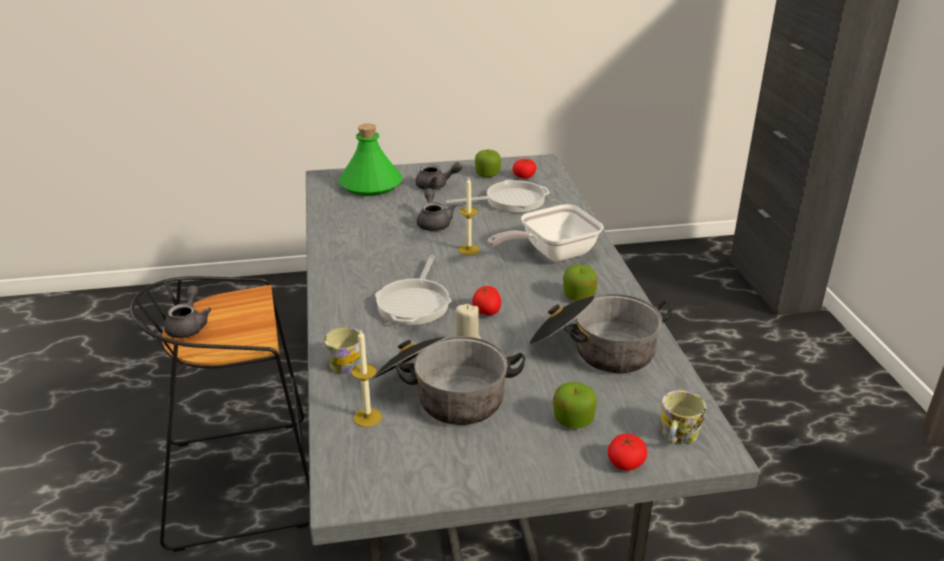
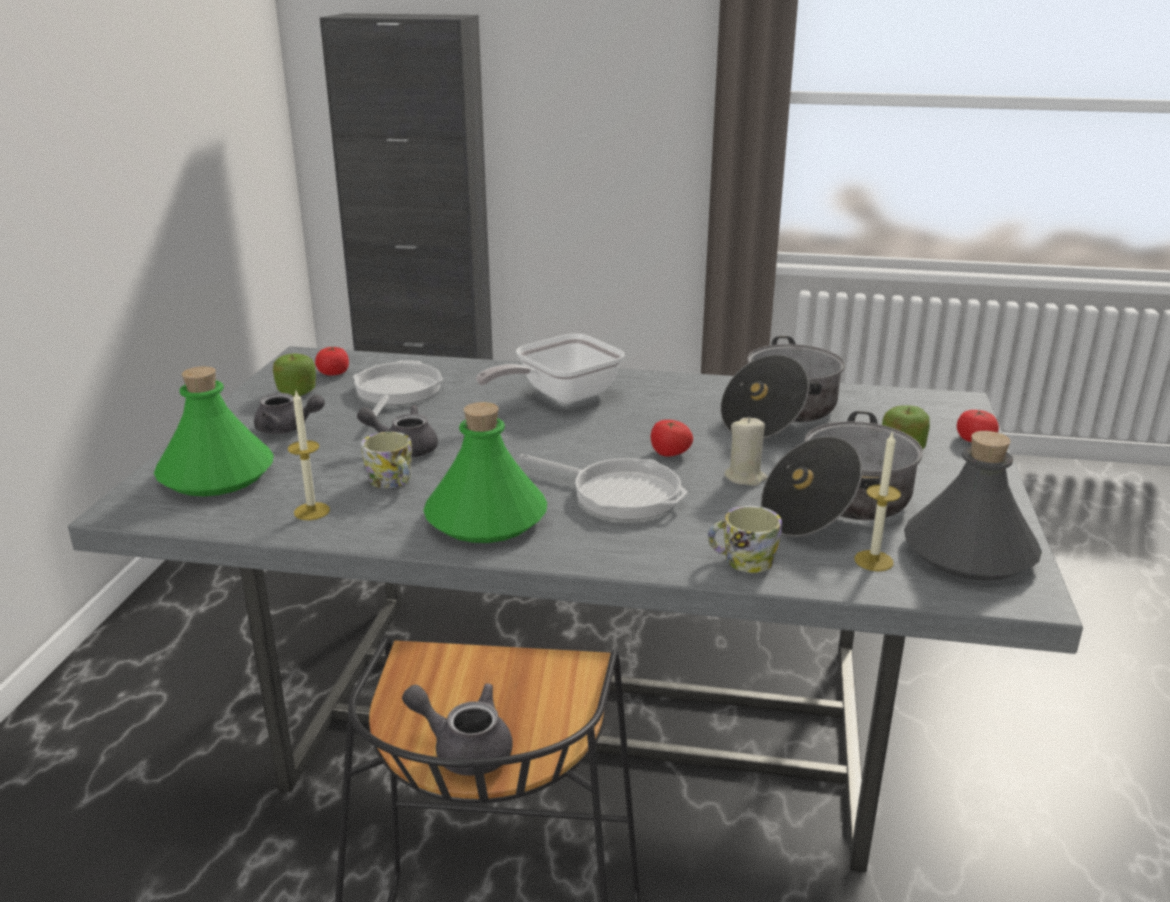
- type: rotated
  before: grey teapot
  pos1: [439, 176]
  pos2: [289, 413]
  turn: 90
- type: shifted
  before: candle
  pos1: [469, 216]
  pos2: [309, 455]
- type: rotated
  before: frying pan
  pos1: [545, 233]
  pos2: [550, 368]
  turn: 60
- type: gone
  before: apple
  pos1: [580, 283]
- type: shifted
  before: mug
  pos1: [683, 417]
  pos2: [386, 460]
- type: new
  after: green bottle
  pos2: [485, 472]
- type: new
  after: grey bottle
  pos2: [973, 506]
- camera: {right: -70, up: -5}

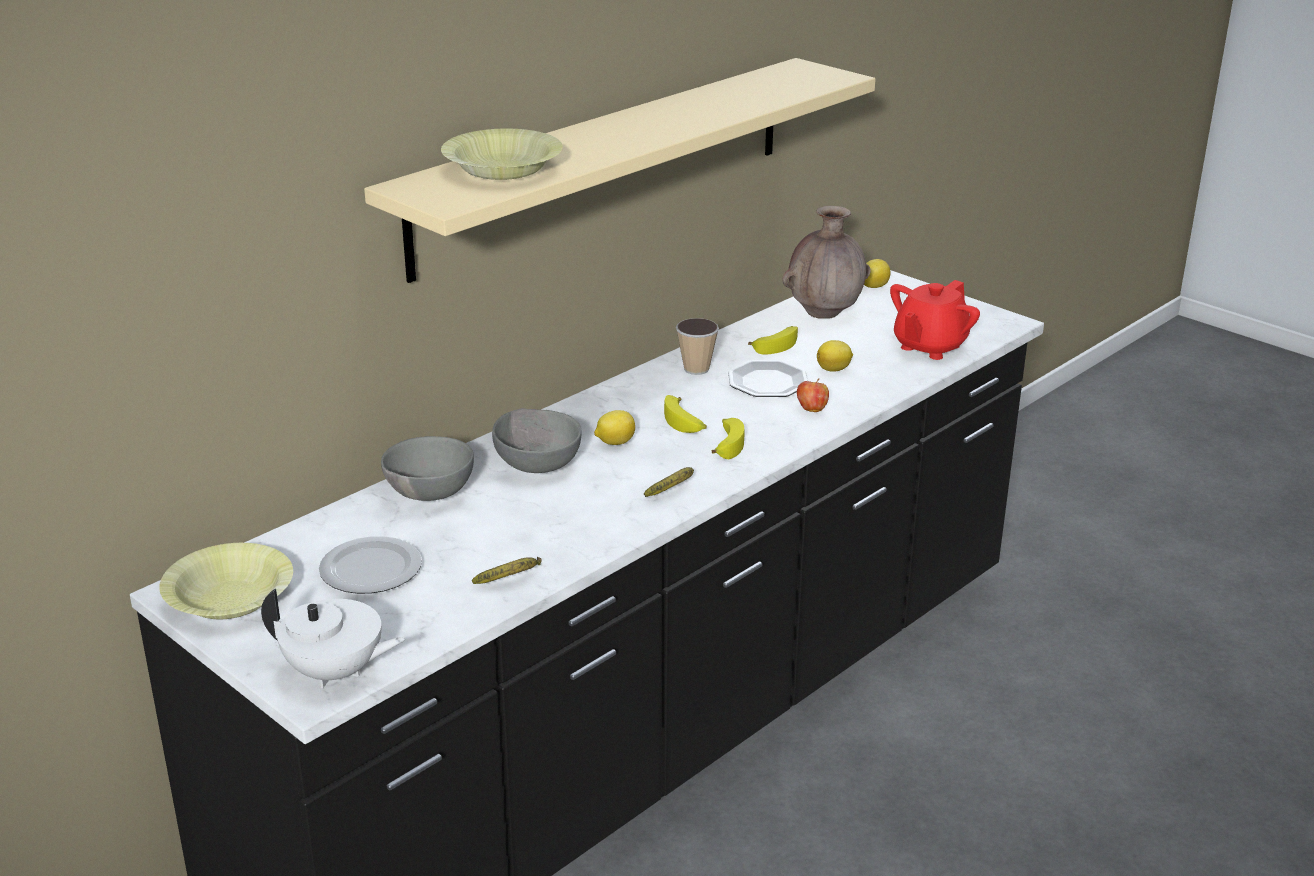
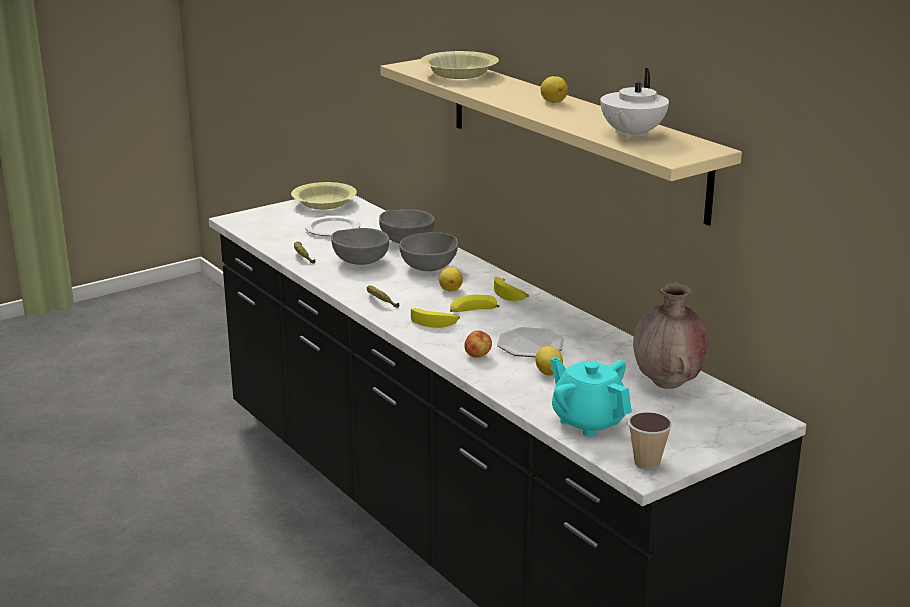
- type: shifted
  before: lemon
  pos1: [877, 273]
  pos2: [554, 89]
- type: repainted
  before: red teapot
  after: turquoise teapot
  pos1: [935, 320]
  pos2: [591, 397]
- type: shifted
  before: cup
  pos1: [697, 346]
  pos2: [650, 441]
- type: shifted
  before: banana
  pos1: [773, 340]
  pos2: [511, 289]
- type: shifted
  before: white teapot
  pos1: [333, 638]
  pos2: [634, 104]
- type: new
  after: grey bowl
  pos2: [360, 246]
- camera: {right: 100, up: -5}

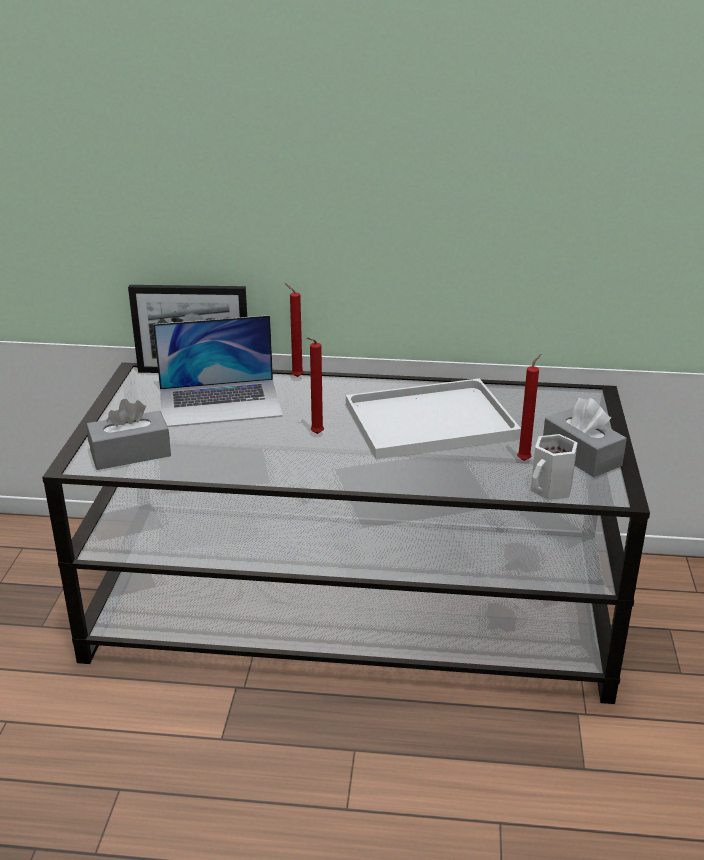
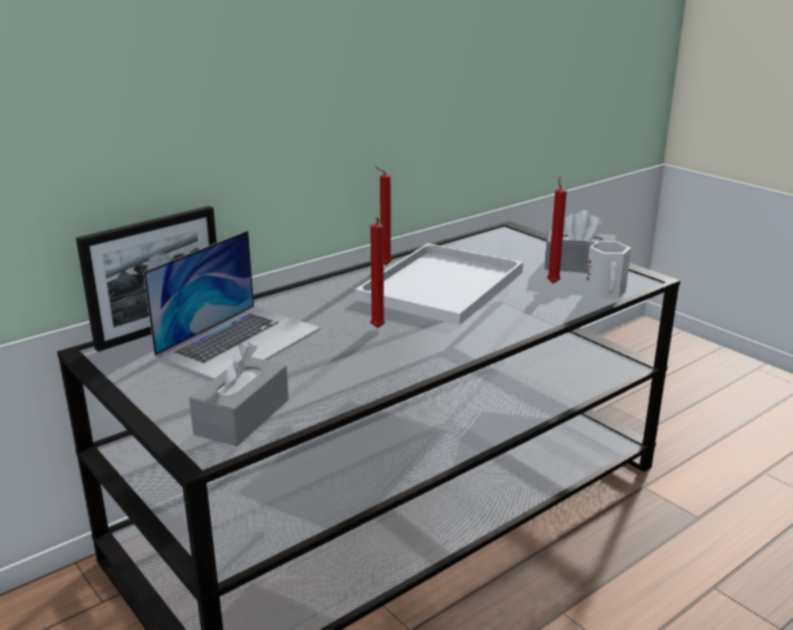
- type: shifted
  before: red candle
  pos1: [294, 330]
  pos2: [383, 216]
- camera: {right: -45, up: -5}

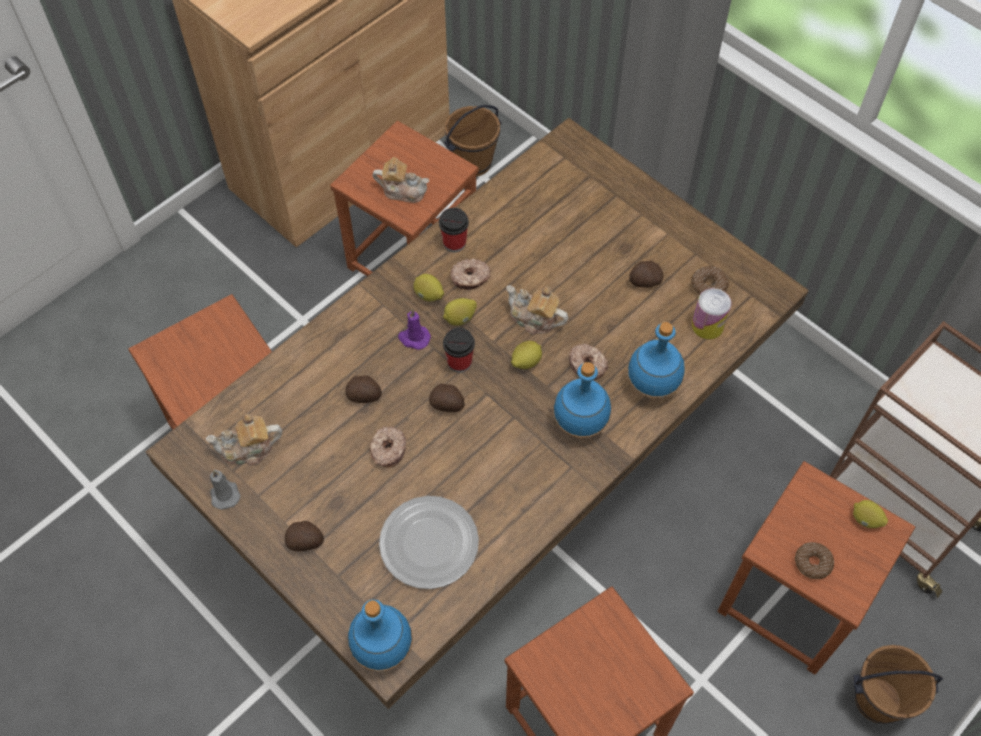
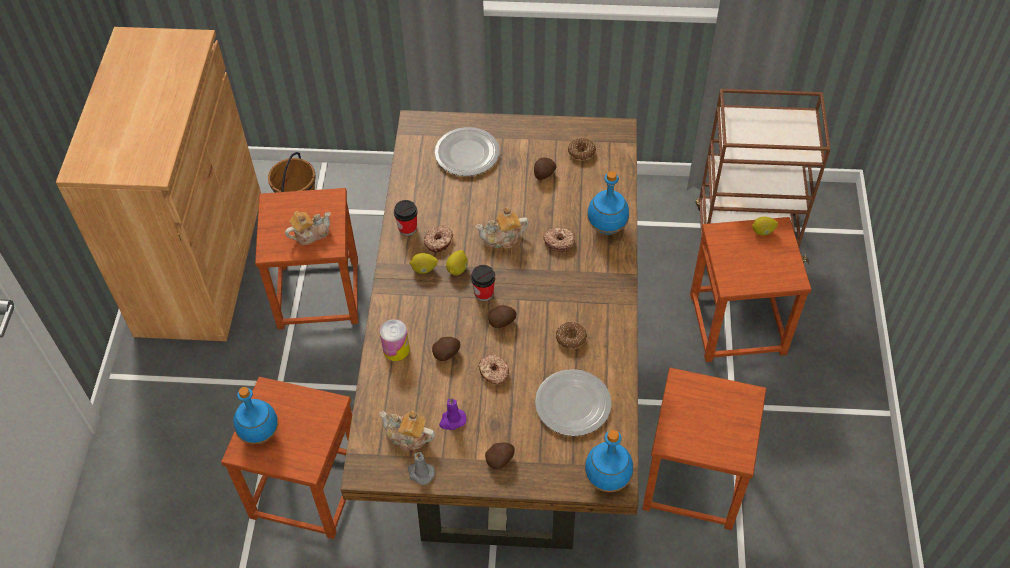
- type: shifted
  before: can
  pos1: [711, 313]
  pos2: [395, 340]
- type: shifted
  before: purple candle
  pos1: [414, 329]
  pos2: [453, 413]
- type: gone
  before: lemon
  pos1: [526, 355]
- type: shifted
  before: blue bottle
  pos1: [582, 400]
  pos2: [256, 415]
- type: rotated
  before: teapot
  pos1: [244, 439]
  pos2: [407, 431]
  turn: 75
- type: shifted
  before: donut
  pos1: [814, 560]
  pos2: [571, 336]
- type: gone
  before: brown bucket
  pos1: [898, 684]
- type: new
  after: plate
  pos2: [467, 151]
- camera: {right: -40, up: -5}

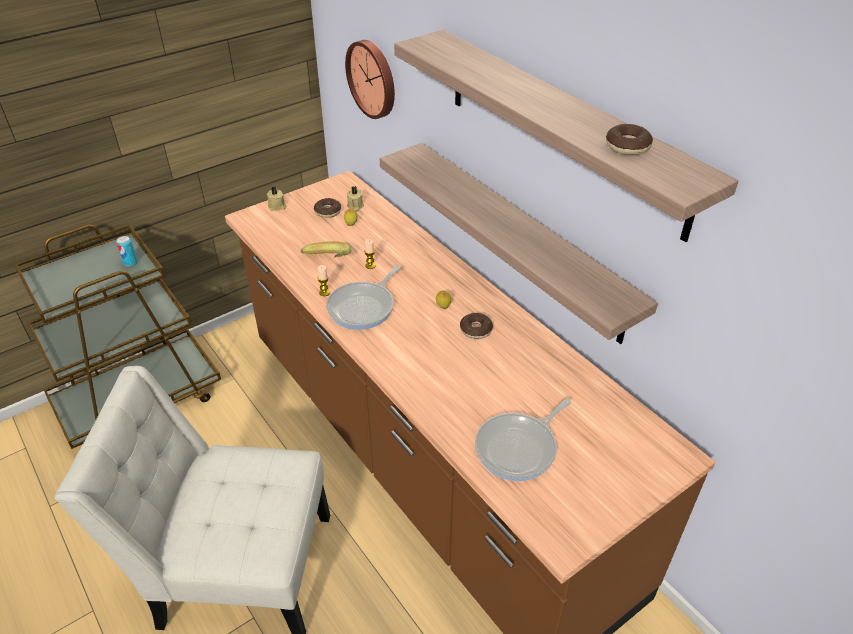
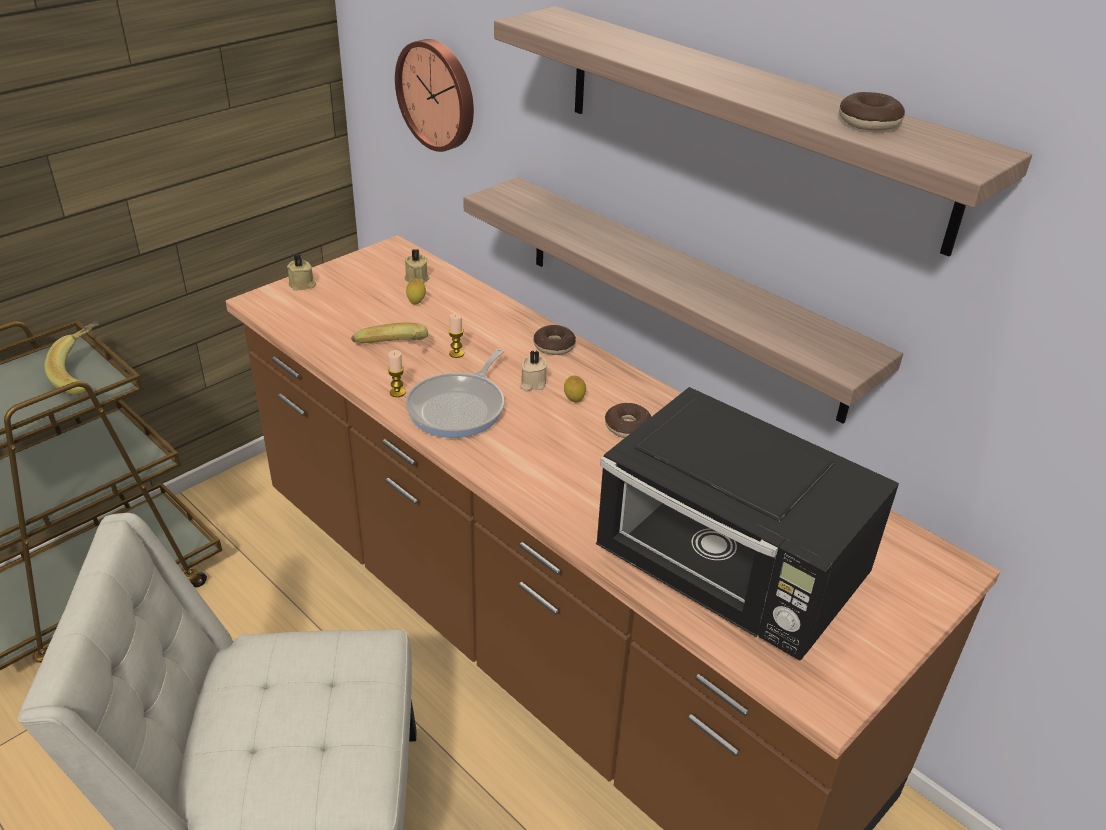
- type: shifted
  before: donut
  pos1: [327, 208]
  pos2: [555, 340]
- type: swapped
  before: can
  after: banana
  pos1: [127, 251]
  pos2: [72, 358]
- type: swapped
  before: frying pan
  after: black microwave
  pos1: [523, 440]
  pos2: [747, 524]
- type: new
  after: beige candle
  pos2: [534, 371]
- camera: {right: -10, up: -5}

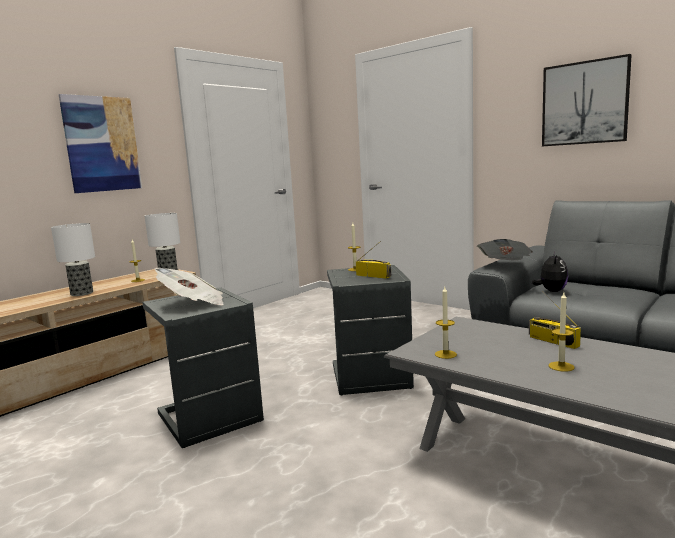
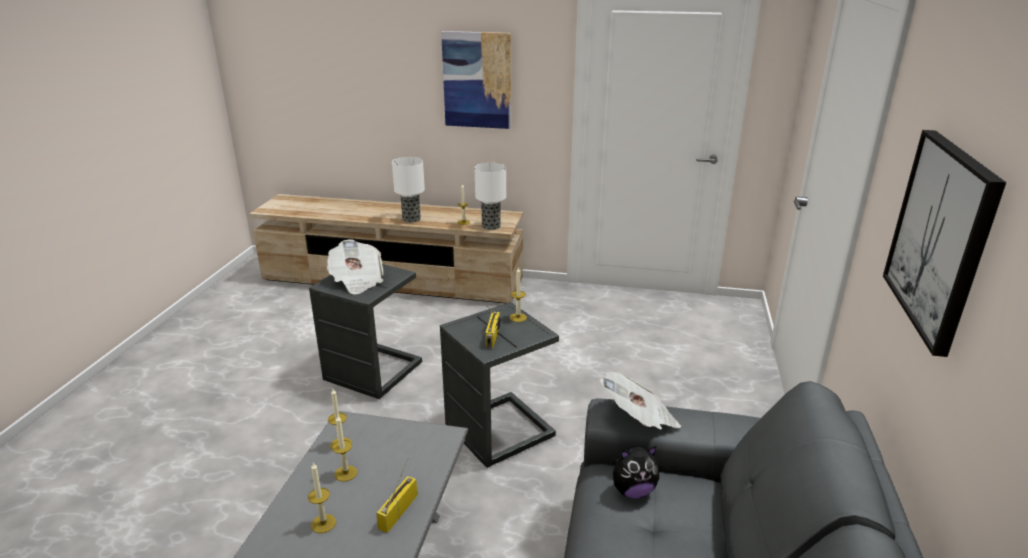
- type: new
  after: candle
  pos2: [344, 449]
- camera: {right: 60, up: 15}

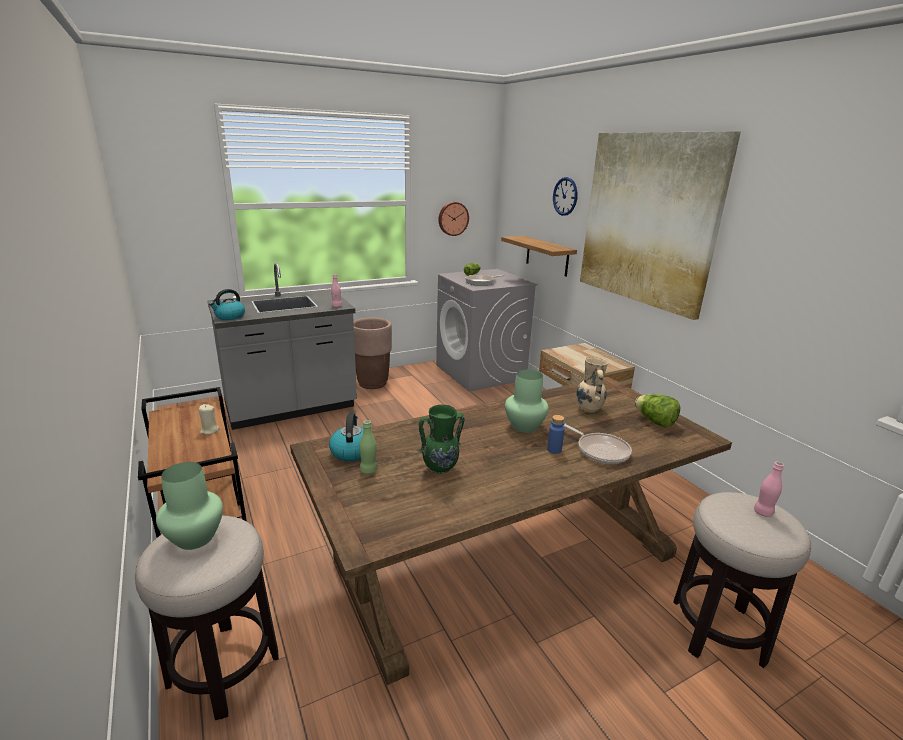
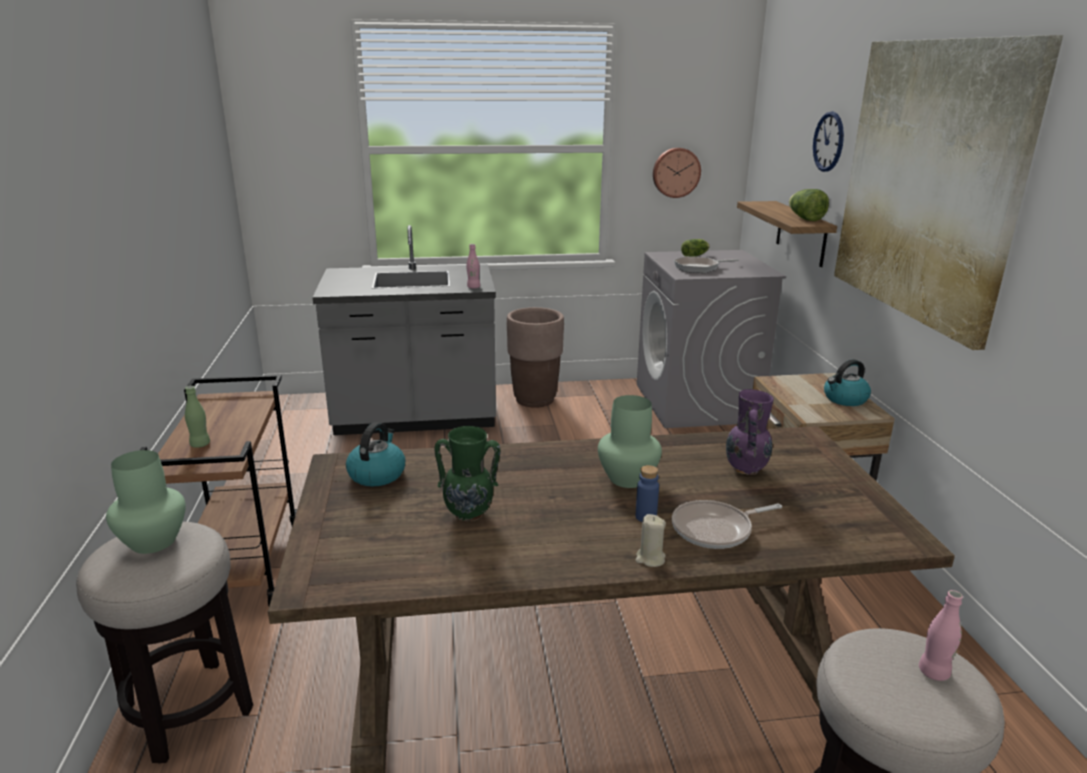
- type: shifted
  before: kettle
  pos1: [227, 304]
  pos2: [847, 382]
- type: repainted
  before: beige vase
  after: purple vase
  pos1: [592, 384]
  pos2: [750, 432]
- type: shifted
  before: lettuce
  pos1: [658, 411]
  pos2: [809, 205]
- type: shifted
  before: beige candle
  pos1: [209, 419]
  pos2: [651, 540]
- type: shifted
  before: green bottle
  pos1: [368, 447]
  pos2: [197, 417]
- type: rotated
  before: frying pan
  pos1: [598, 443]
  pos2: [727, 524]
  turn: 90
- camera: {right: 20, up: 0}

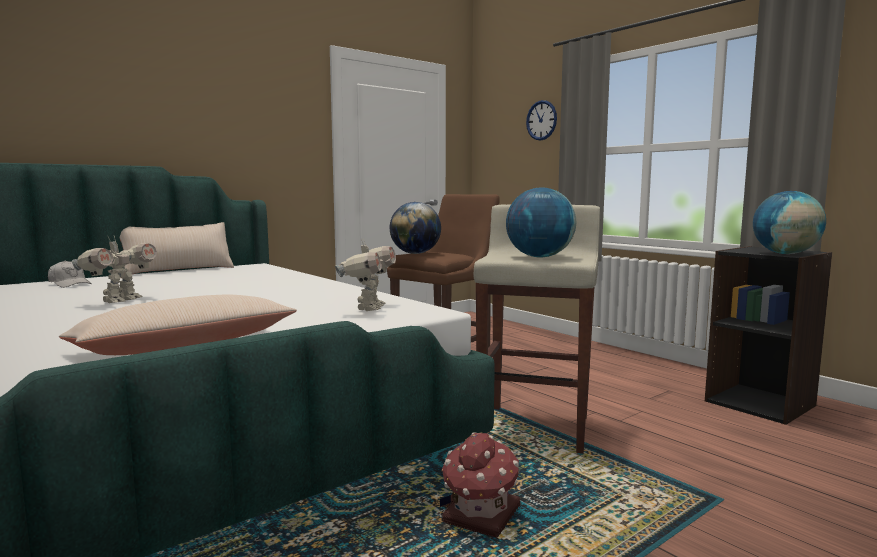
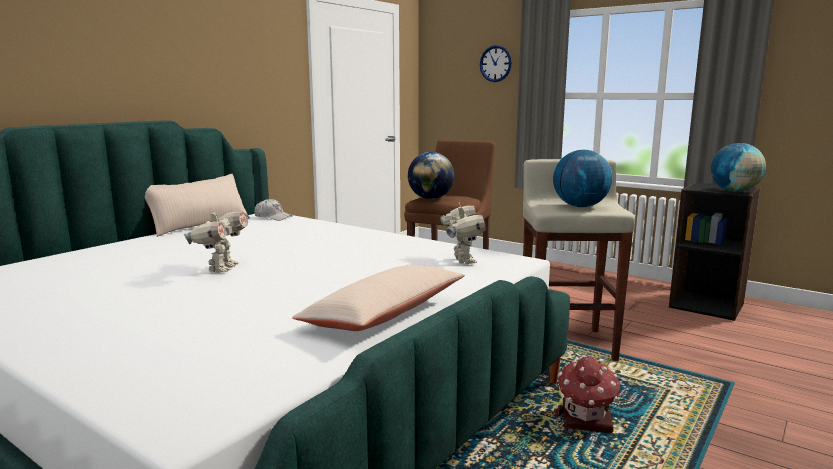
- type: shifted
  before: white cap
  pos1: [70, 274]
  pos2: [273, 210]
- camera: {right: -15, up: 5}

